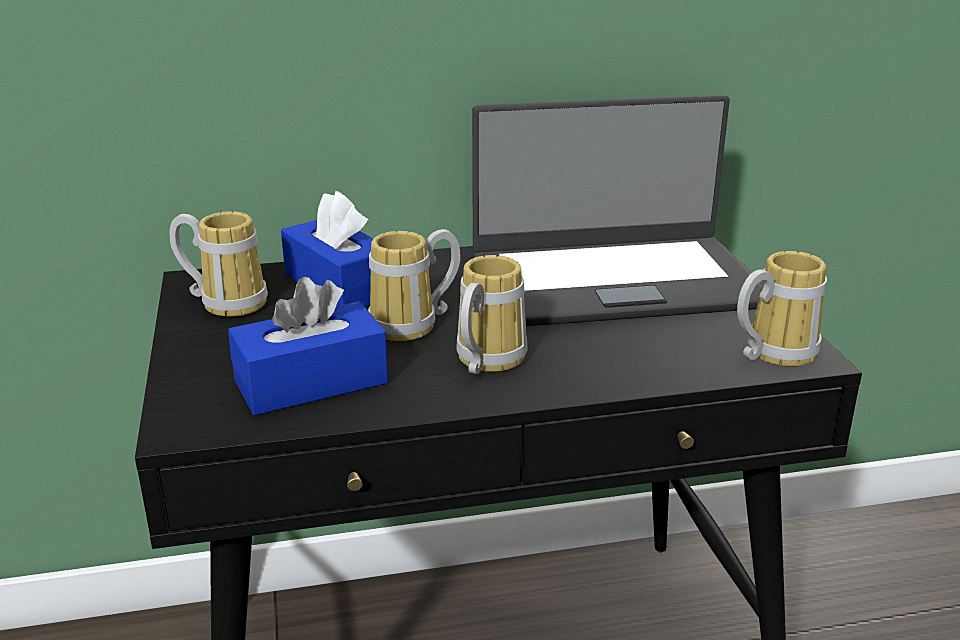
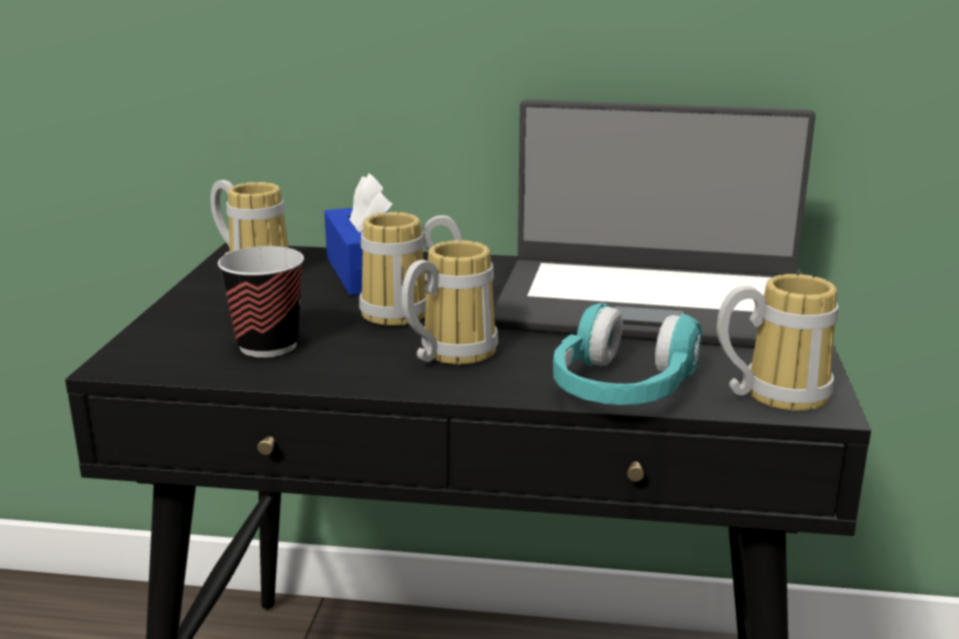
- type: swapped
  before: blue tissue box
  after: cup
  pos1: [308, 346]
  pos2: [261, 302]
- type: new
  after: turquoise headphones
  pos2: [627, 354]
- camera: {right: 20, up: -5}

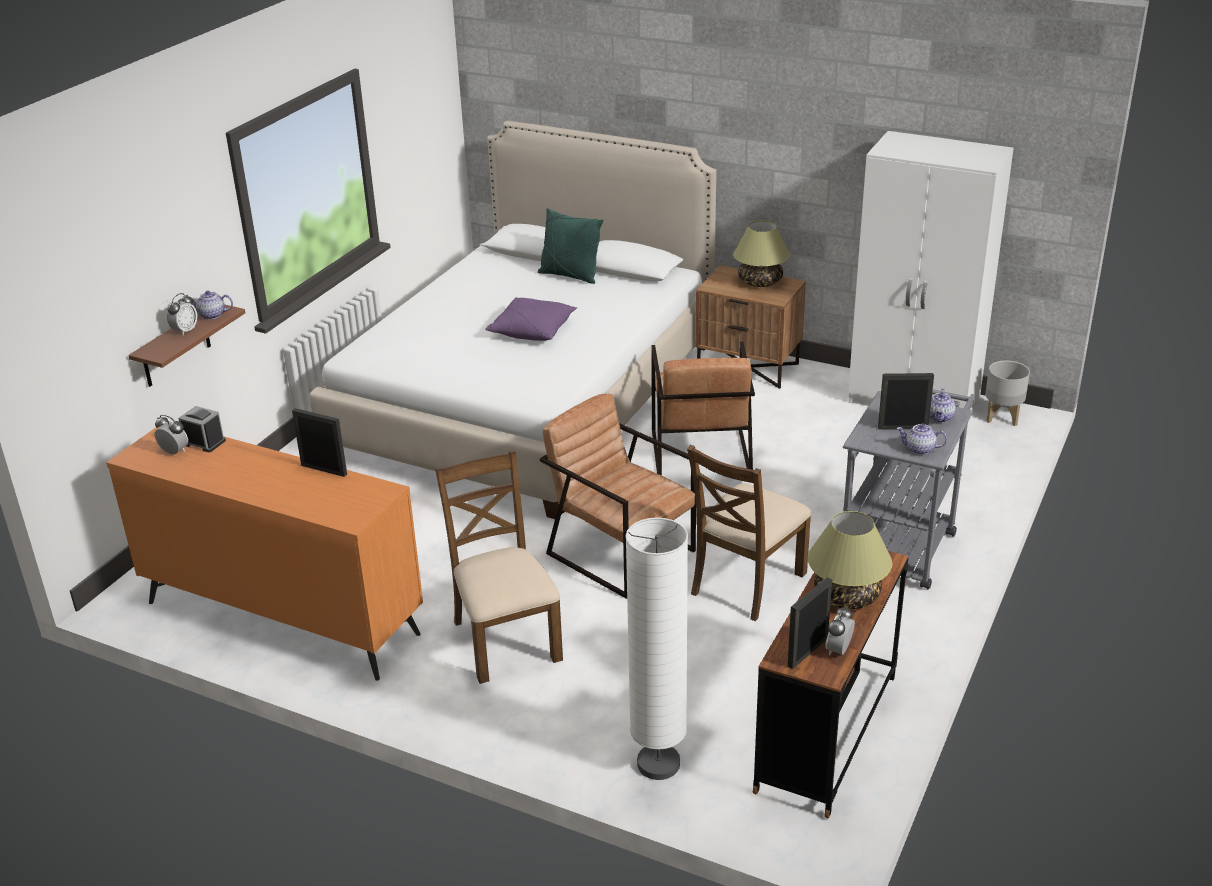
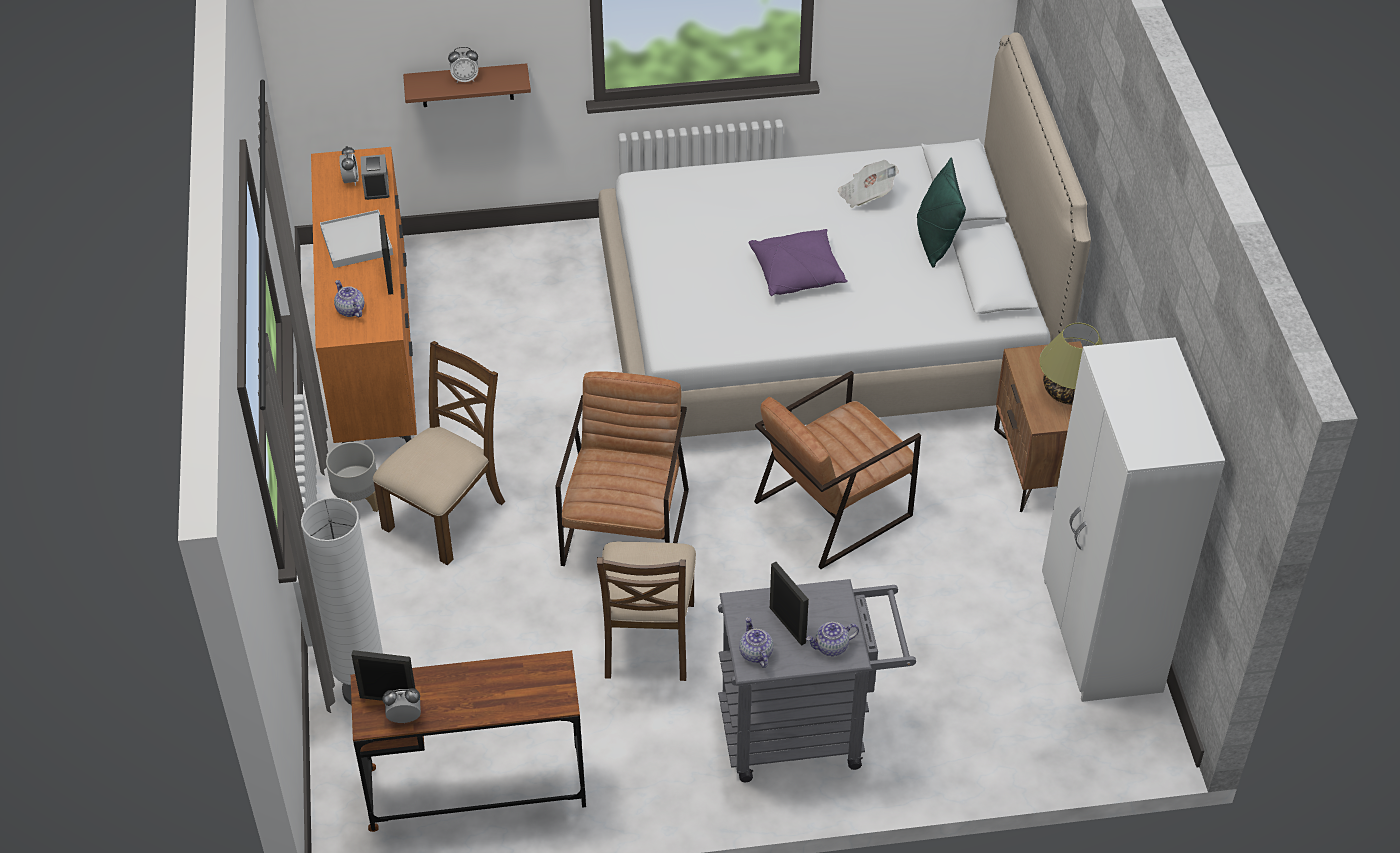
- type: shifted
  before: teapot
  pos1: [211, 305]
  pos2: [349, 298]
- type: shifted
  before: grey planter
  pos1: [1007, 393]
  pos2: [352, 477]
- type: rotated
  before: brown chair
  pos1: [749, 533]
  pos2: [646, 611]
  turn: -90
- type: gone
  before: table lamp
  pos1: [850, 560]
- type: new
  after: newspaper
  pos2: [868, 184]
- type: new
  after: white tray
  pos2: [356, 239]
- camera: {right: 55, up: 15}

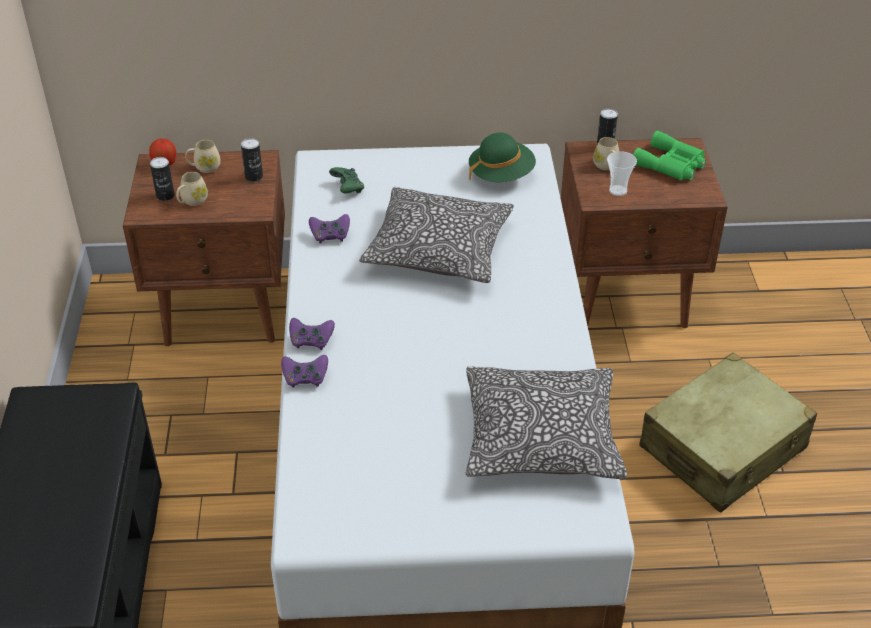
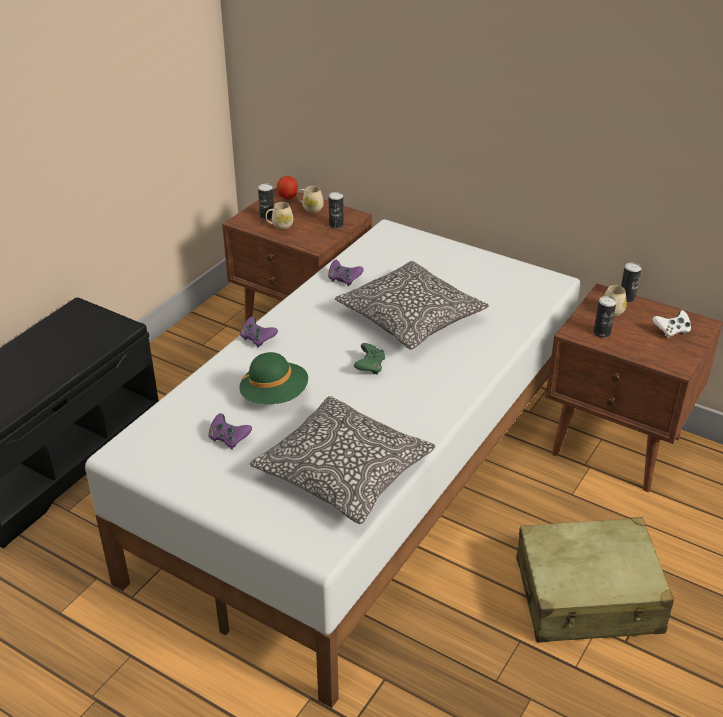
- type: swapped
  before: green binoculars
  after: white game controller
  pos1: [669, 155]
  pos2: [672, 324]
- type: shifted
  before: green hat
  pos1: [502, 157]
  pos2: [273, 378]
- type: swapped
  before: cup
  after: can
  pos1: [622, 173]
  pos2: [604, 317]
- type: shifted
  before: green game controller
  pos1: [346, 180]
  pos2: [369, 359]
- type: shifted
  before: purple game controller
  pos1: [304, 371]
  pos2: [230, 431]
- camera: {right: 35, up: -5}

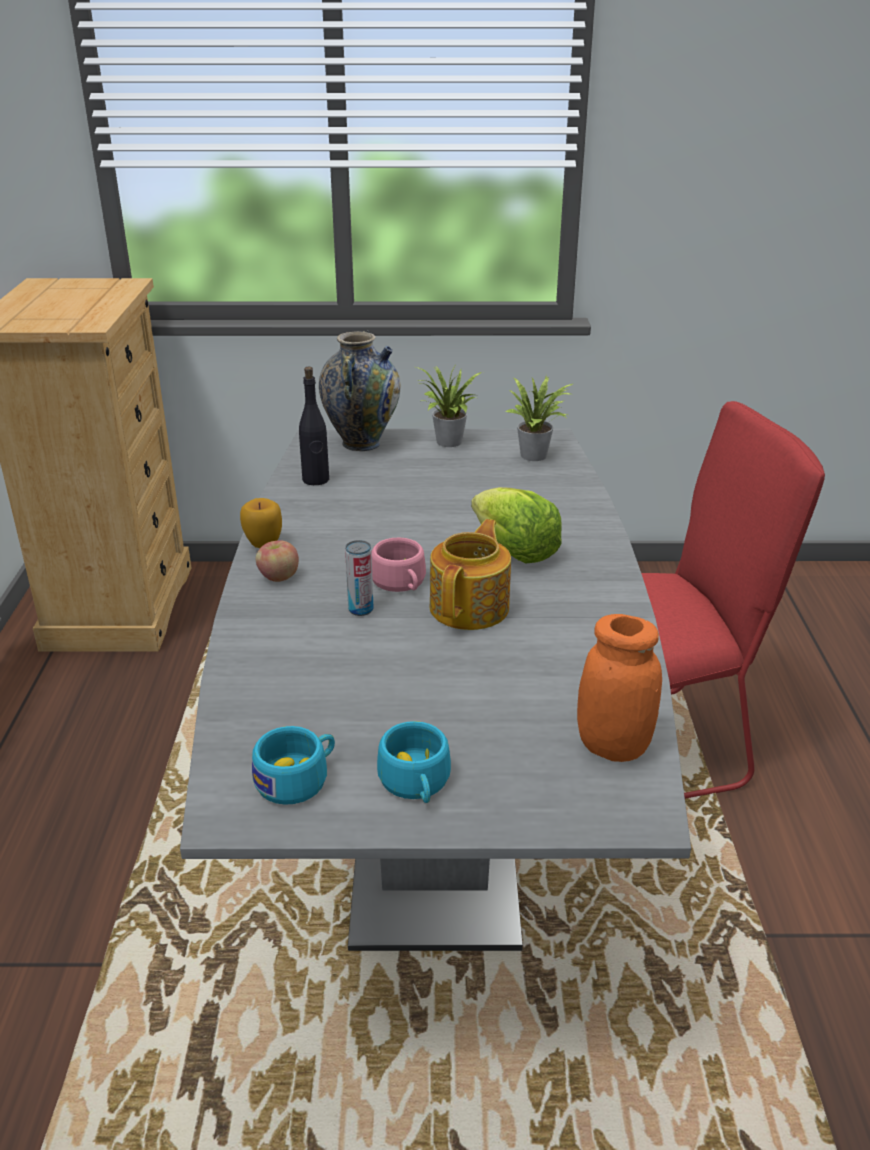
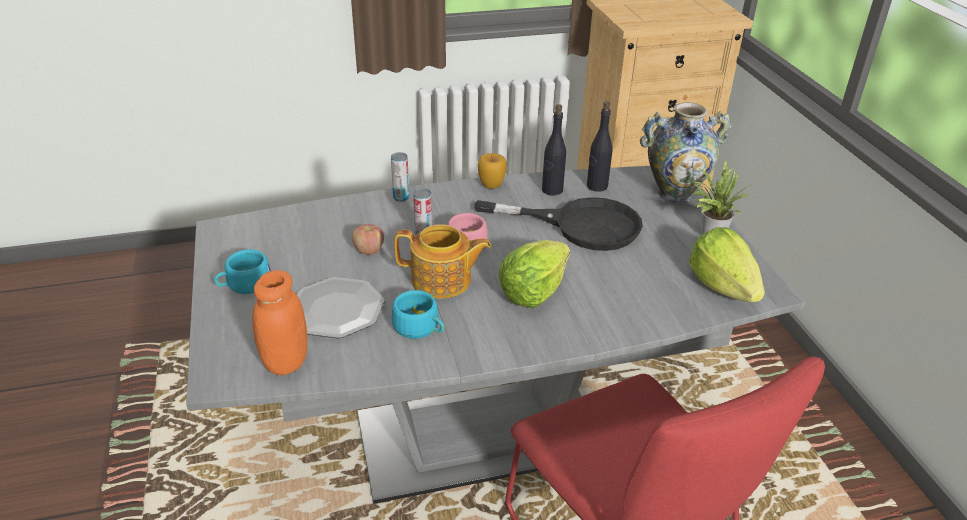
- type: swapped
  before: potted plant
  after: lettuce
  pos1: [539, 418]
  pos2: [727, 264]
- type: shifted
  before: apple
  pos1: [277, 561]
  pos2: [368, 239]
- type: shifted
  before: turquoise cup
  pos1: [293, 765]
  pos2: [418, 314]
- type: new
  after: black bottle
  pos2: [554, 150]
- type: new
  after: can
  pos2: [400, 177]
- type: new
  after: black frying pan
  pos2: [558, 224]
- type: new
  after: plate
  pos2: [341, 308]
- camera: {right: 75, up: 5}

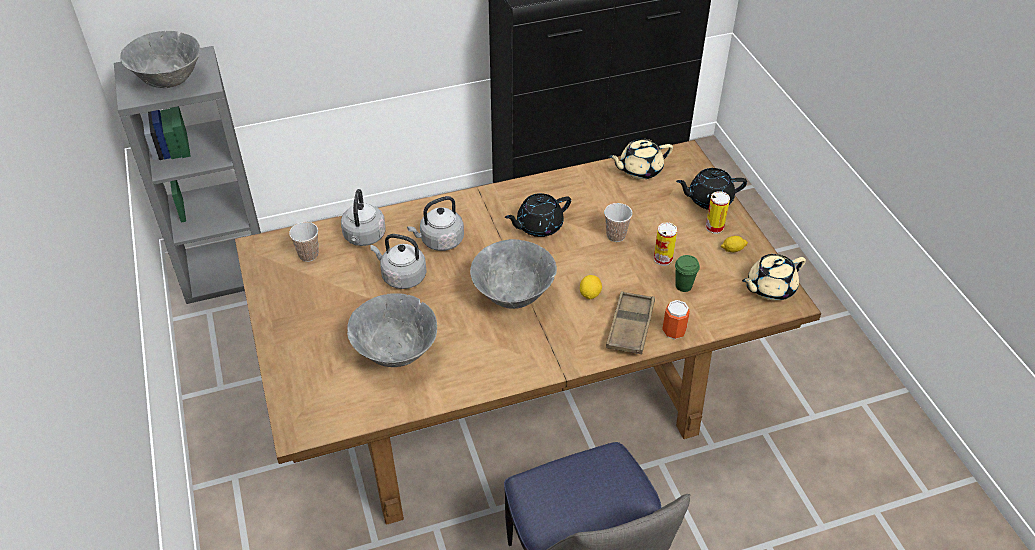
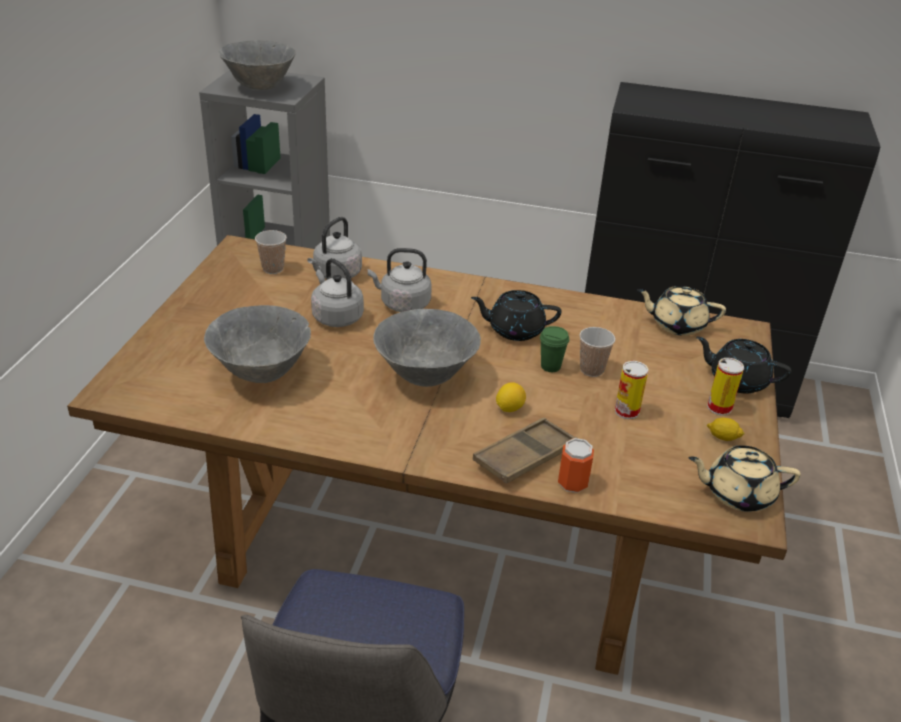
- type: shifted
  before: green cup
  pos1: [687, 273]
  pos2: [554, 349]
- camera: {right: 30, up: -10}

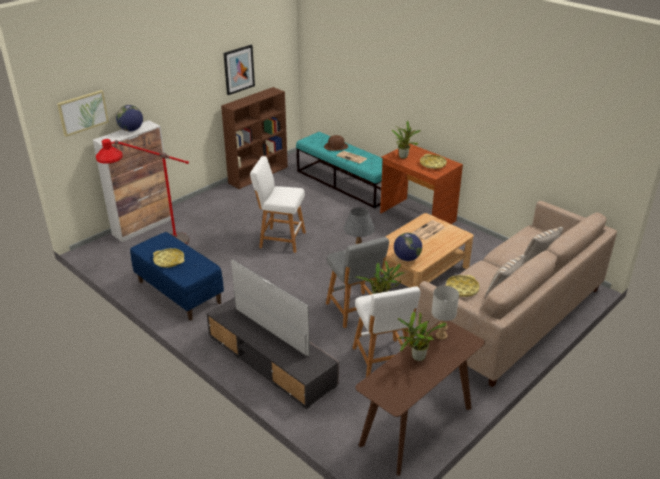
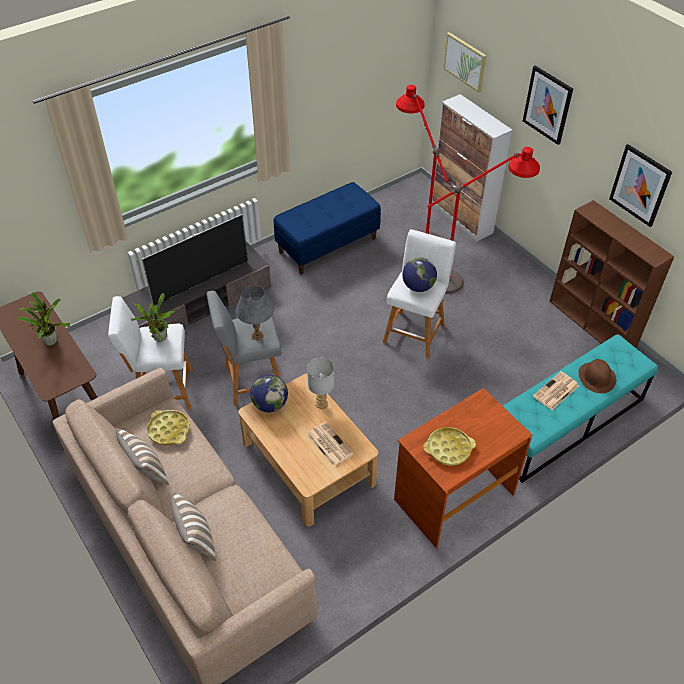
- type: shifted
  before: globe
  pos1: [129, 118]
  pos2: [419, 274]
- type: gone
  before: potted plant
  pos1: [406, 140]
- type: gone
  before: yellow tray
  pos1: [169, 258]
- type: shifted
  before: grey table lamp
  pos1: [445, 313]
  pos2: [320, 383]
- type: new
  after: picture
  pos2: [548, 105]
- type: new
  after: red floor lamp
  pos2: [483, 220]
- camera: {right: 100, up: 15}

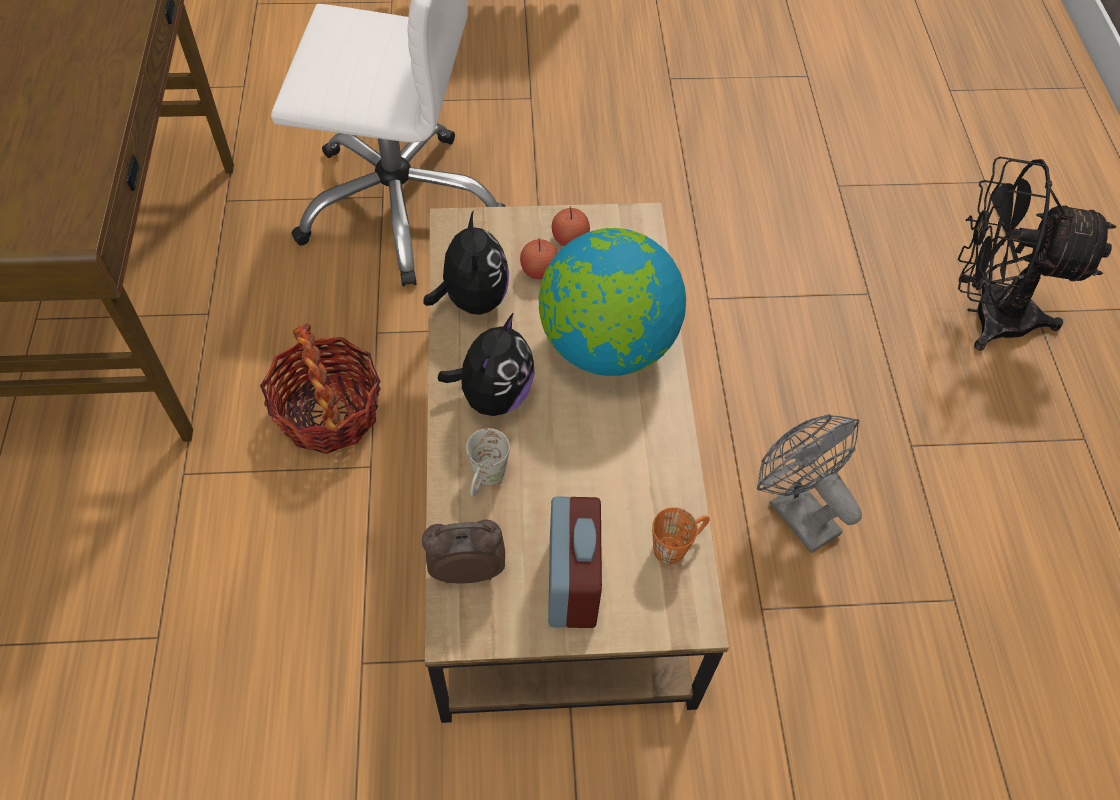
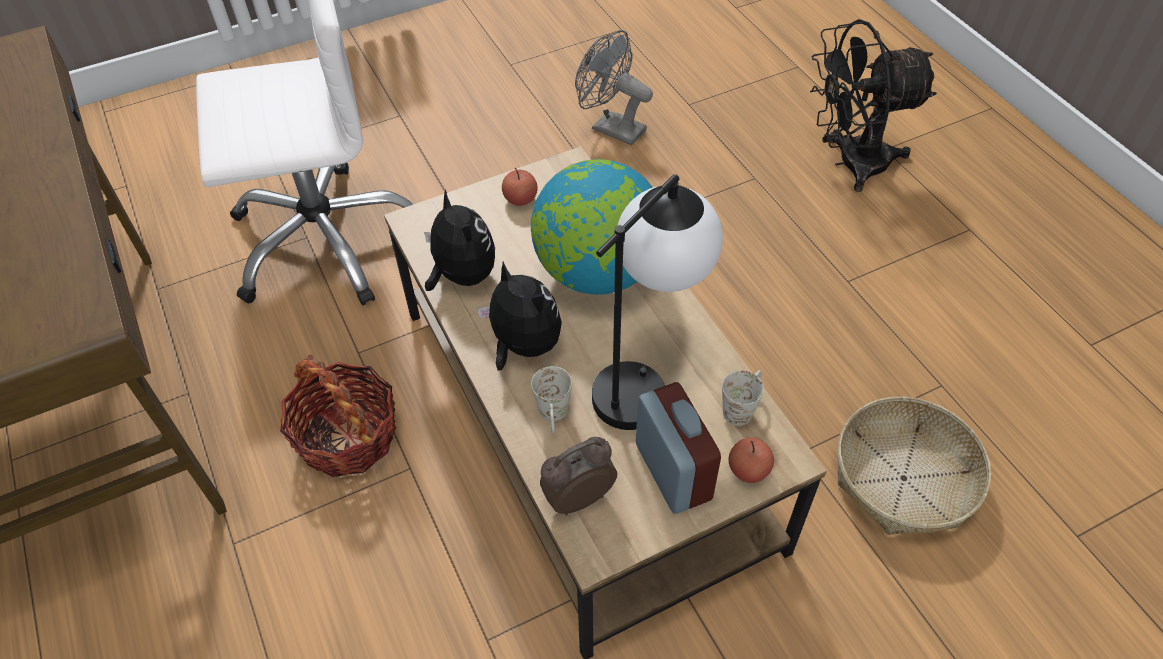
- type: shifted
  before: apple
  pos1: [539, 258]
  pos2: [751, 460]
- type: rotated
  before: plush toy
  pos1: [486, 364]
  pos2: [519, 316]
  turn: -45
- type: shifted
  before: grey fan
  pos1: [809, 483]
  pos2: [614, 88]
- type: repainted
  before: orange mug
  after: white mug
  pos1: [681, 536]
  pos2: [743, 398]
- type: new
  after: table lamp
  pos2: [657, 302]
- type: new
  after: basket
  pos2: [914, 466]
- camera: {right: -20, up: -5}

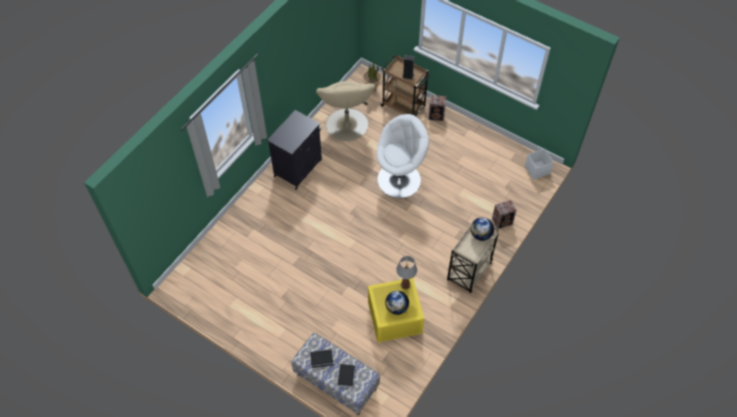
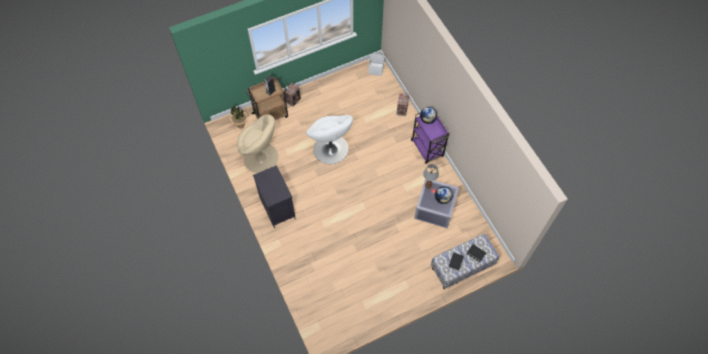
- type: rotated
  before: white armchair
  pos1: [403, 156]
  pos2: [329, 139]
  turn: 150
- type: repainted
  before: beige cart
  after: purple cart
  pos1: [473, 256]
  pos2: [430, 138]
- type: repainted
  before: yellow storage box
  after: grey storage box
  pos1: [396, 310]
  pos2: [436, 203]
- camera: {right: -60, up: 5}

